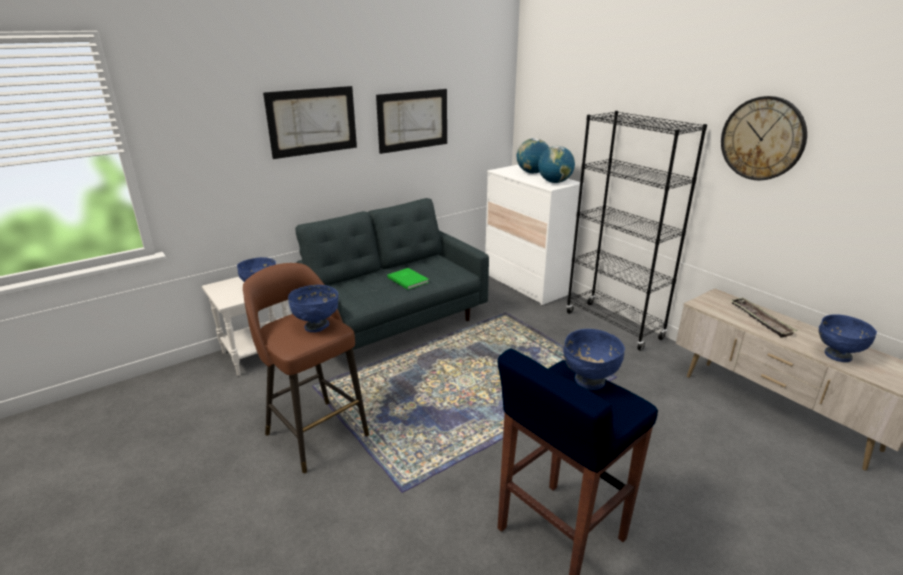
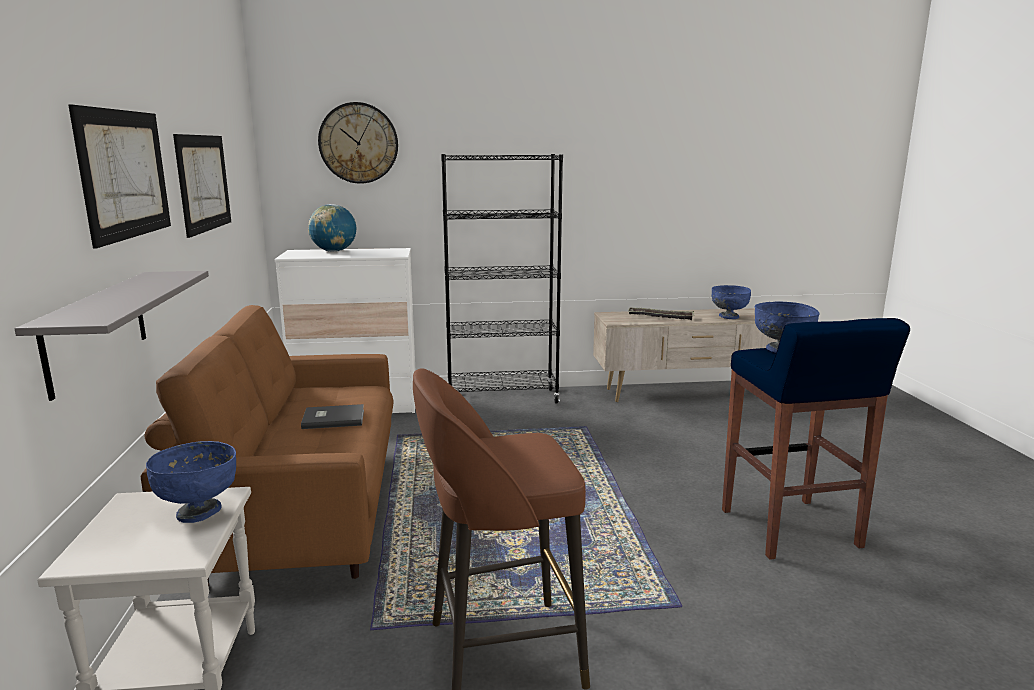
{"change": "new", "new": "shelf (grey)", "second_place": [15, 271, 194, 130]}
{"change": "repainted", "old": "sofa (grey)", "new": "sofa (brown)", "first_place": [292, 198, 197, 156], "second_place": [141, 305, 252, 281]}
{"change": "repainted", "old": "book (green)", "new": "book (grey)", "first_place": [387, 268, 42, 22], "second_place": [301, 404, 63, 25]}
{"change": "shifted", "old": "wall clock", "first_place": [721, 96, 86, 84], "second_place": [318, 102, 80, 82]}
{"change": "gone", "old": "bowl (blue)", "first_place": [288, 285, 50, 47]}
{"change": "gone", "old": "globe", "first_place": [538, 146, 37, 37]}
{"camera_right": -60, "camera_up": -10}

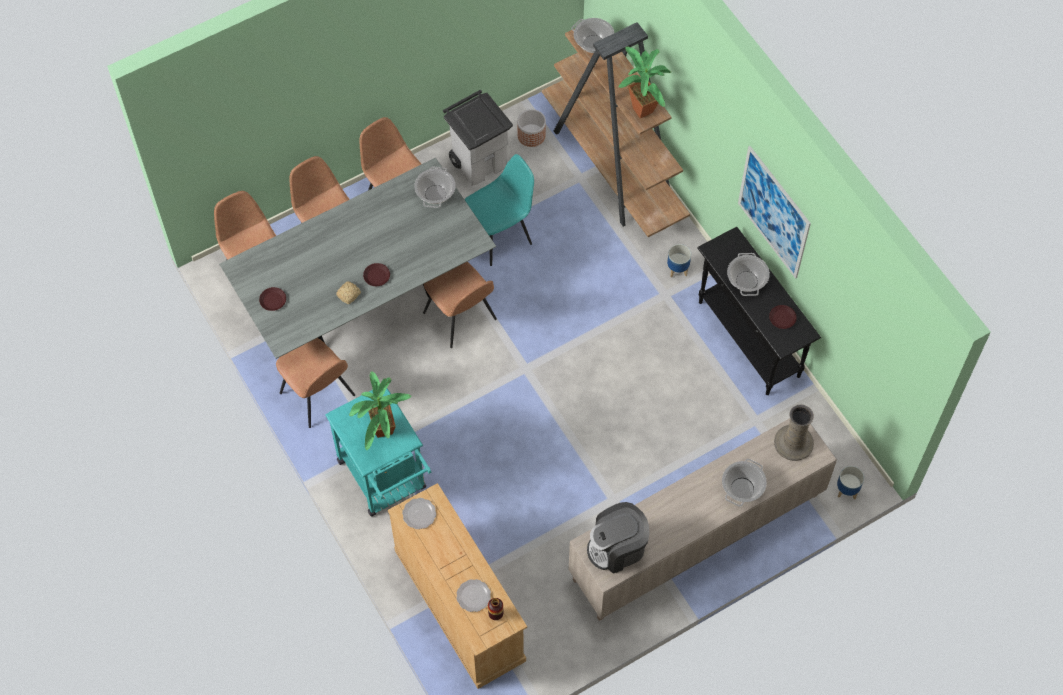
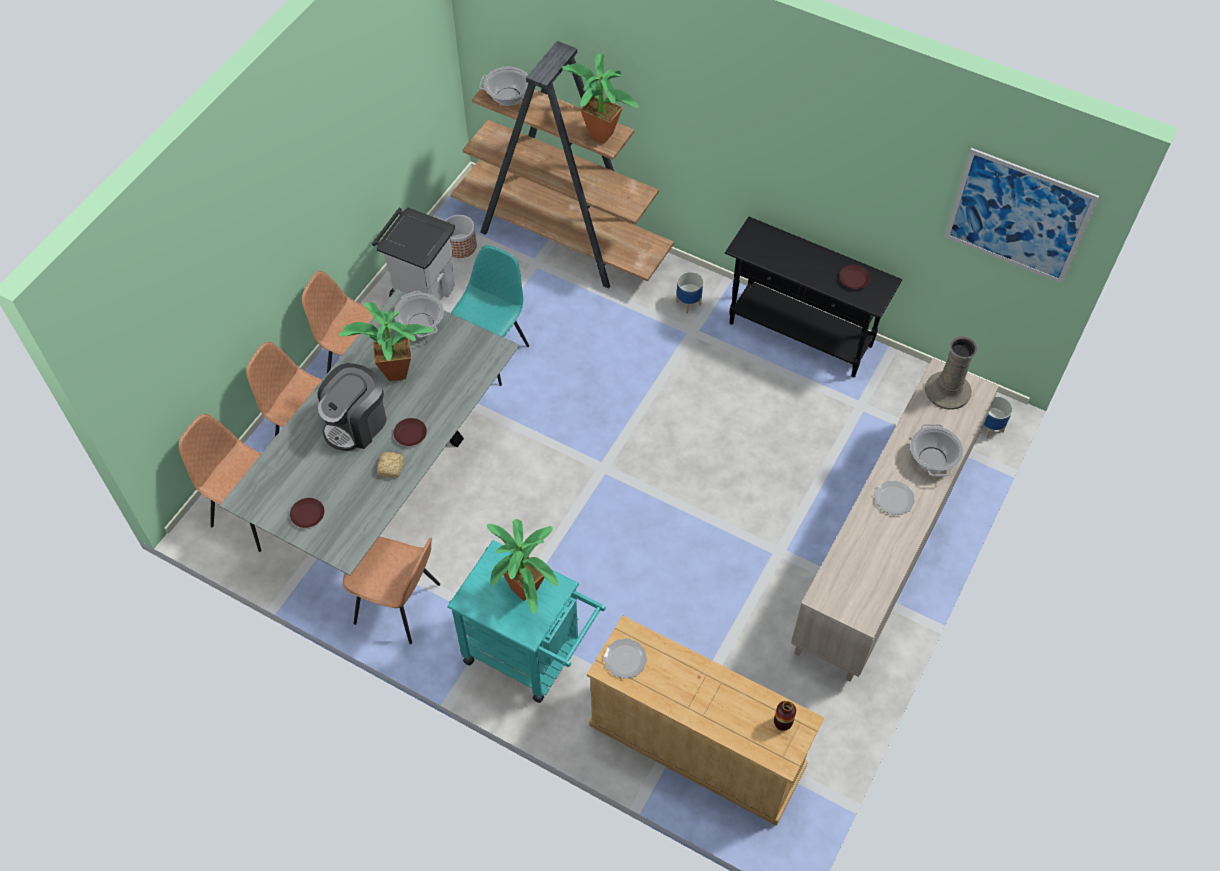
{"change": "shifted", "old": "coffee machine", "first_place": [587, 502, 62, 72], "second_place": [318, 363, 69, 88]}
{"change": "new", "new": "potted plant", "second_place": [339, 302, 95, 79]}
{"change": "shifted", "old": "plate", "first_place": [457, 579, 34, 33], "second_place": [874, 481, 41, 34]}
{"change": "shifted", "old": "picture", "first_place": [738, 146, 73, 133], "second_place": [944, 148, 155, 136]}
{"change": "gone", "old": "chair (brown)", "first_place": [423, 262, 74, 86]}
{"change": "gone", "old": "cooking pot", "first_place": [727, 253, 43, 43]}
{"camera_right": -30, "camera_up": -5}

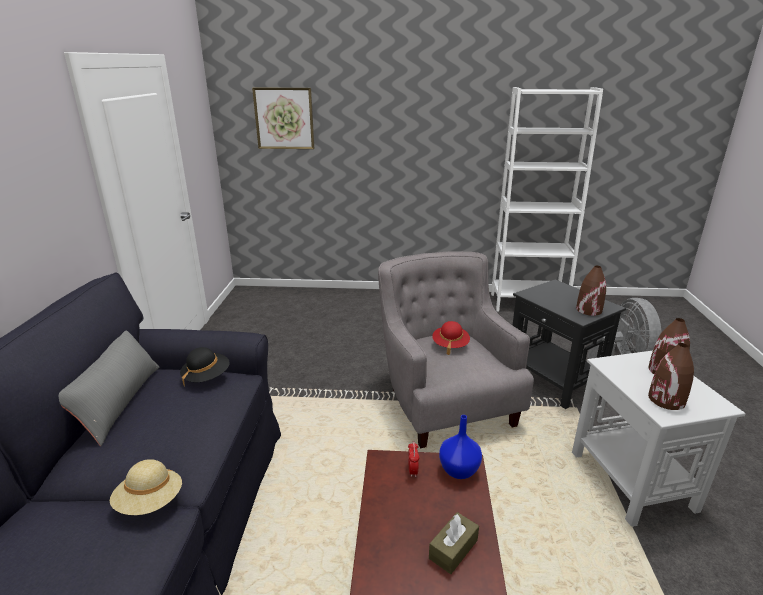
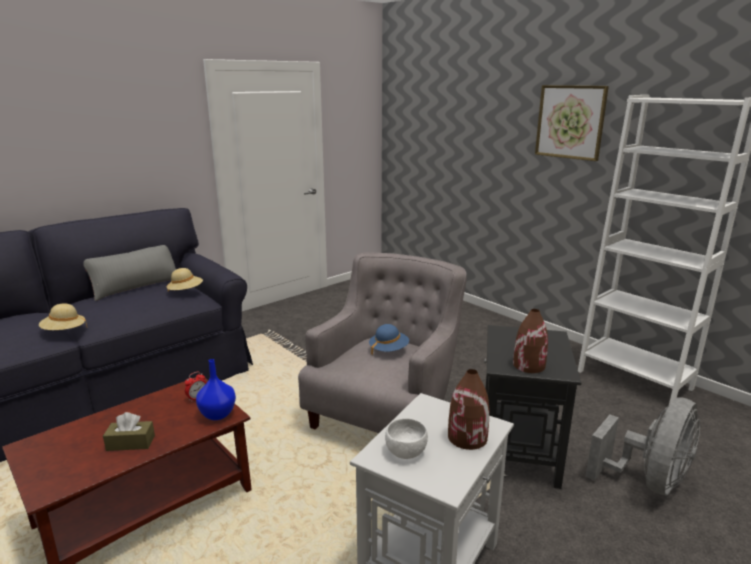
{"change": "repainted", "old": "hat (black)", "new": "hat (beige)", "first_place": [180, 347, 50, 39], "second_place": [167, 268, 36, 24]}
{"change": "repainted", "old": "hat (red)", "new": "hat (blue)", "first_place": [432, 321, 38, 34], "second_place": [369, 324, 40, 30]}
{"change": "swapped", "old": "vase (brown)", "new": "bowl (white)", "first_place": [648, 343, 46, 67], "second_place": [385, 418, 43, 41]}
{"change": "shifted", "old": "picture", "first_place": [252, 88, 62, 61], "second_place": [535, 85, 74, 76]}
{"camera_right": 45, "camera_up": -5}

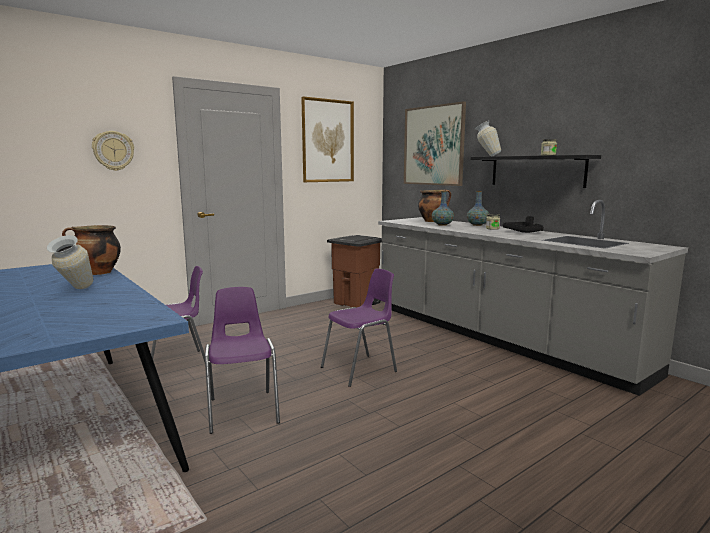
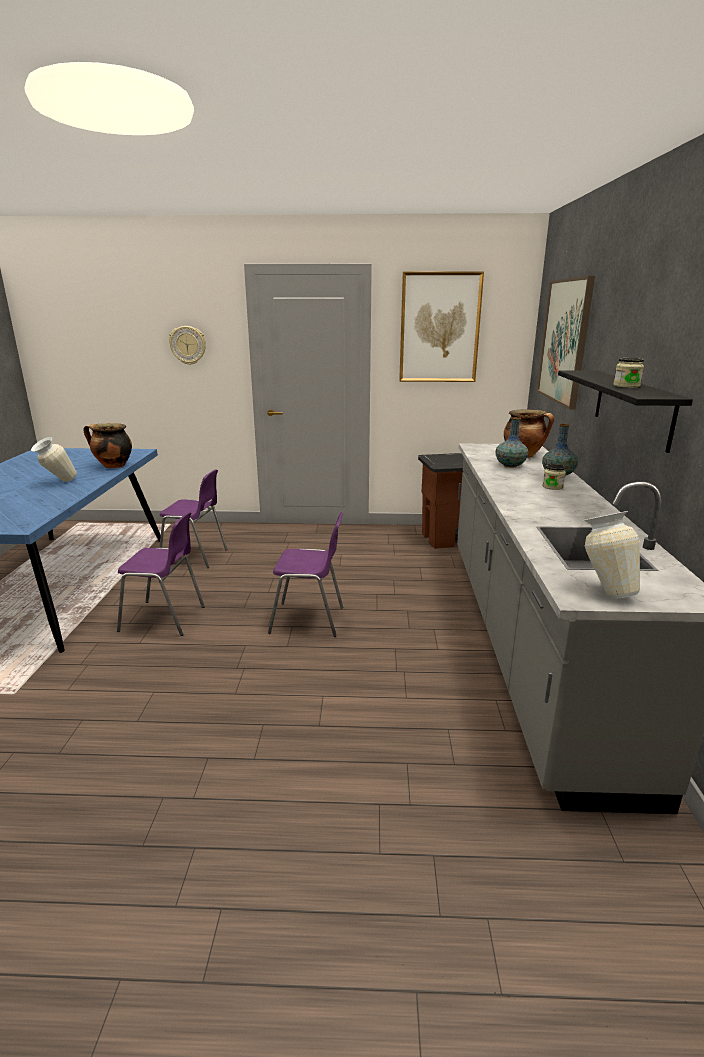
{"change": "rotated", "old": "chair (purple)", "first_place": [205, 287, 75, 147], "second_place": [117, 512, 88, 124], "degrees": 75}
{"change": "shifted", "old": "vase", "first_place": [474, 121, 27, 35], "second_place": [583, 511, 57, 88]}
{"change": "gone", "old": "tray (black)", "first_place": [503, 216, 41, 17]}
{"camera_right": 40, "camera_up": 10}

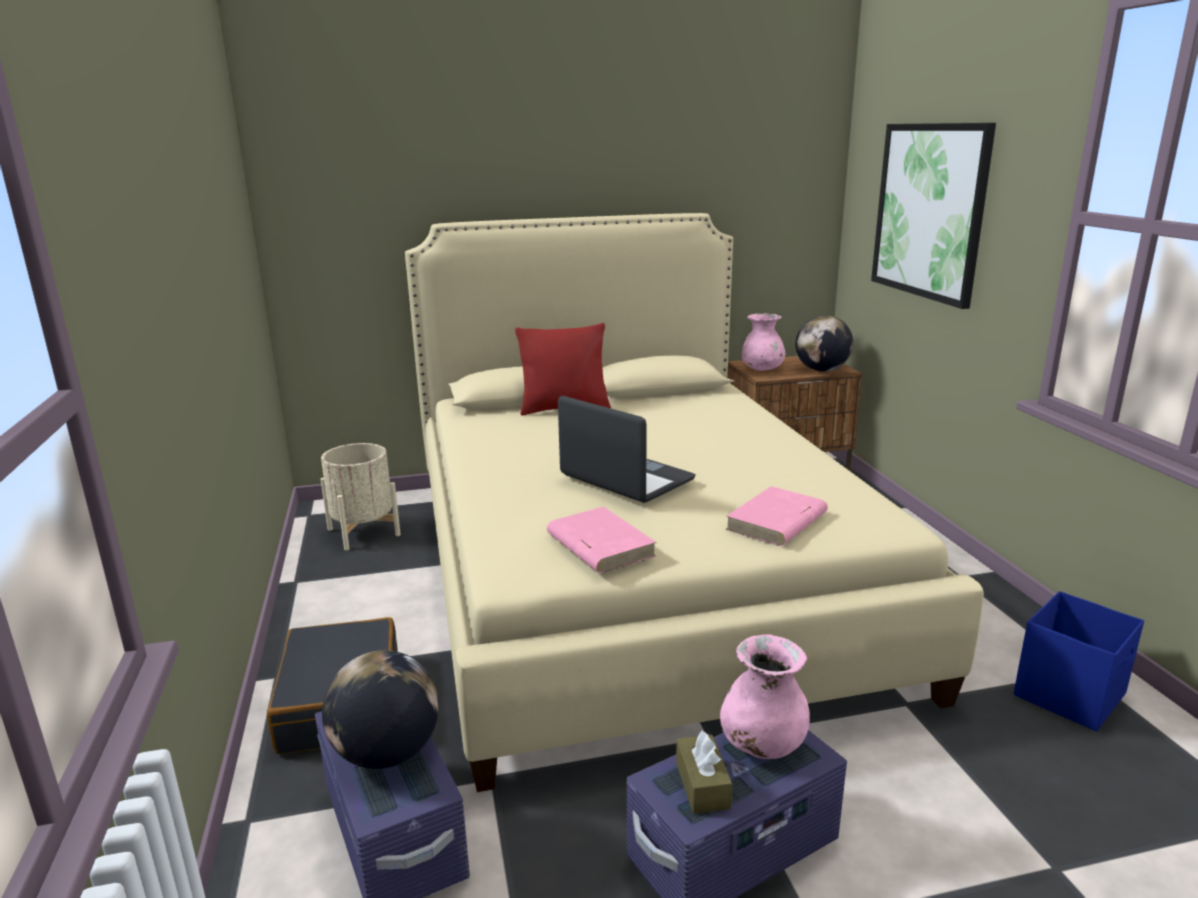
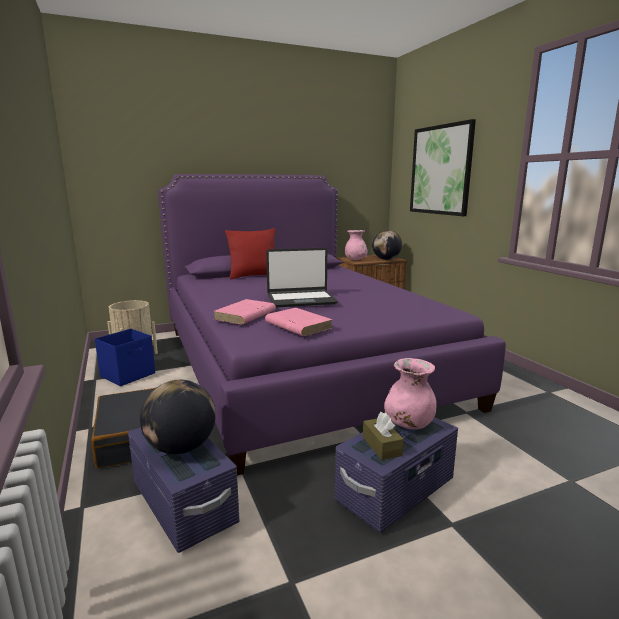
{"change": "shifted", "old": "storage box (blue)", "first_place": [1014, 591, 130, 140], "second_place": [95, 329, 60, 57]}
{"change": "repainted", "old": "bed (beige)", "new": "bed (purple)", "first_place": [405, 213, 579, 579], "second_place": [158, 174, 348, 302]}
{"change": "shifted", "old": "book (pink)", "first_place": [726, 486, 102, 60], "second_place": [213, 299, 63, 26]}
{"change": "rotated", "old": "laptop", "first_place": [558, 396, 138, 107], "second_place": [266, 248, 72, 59], "degrees": 135}
{"camera_right": -10, "camera_up": -5}

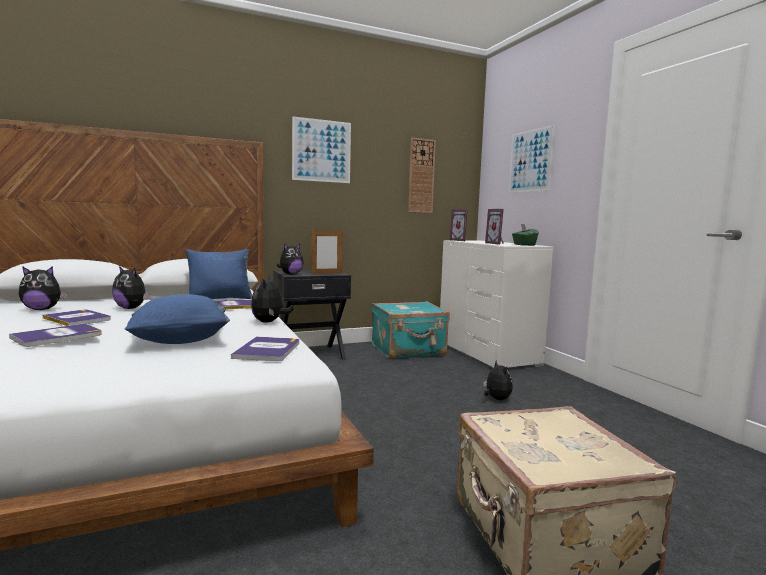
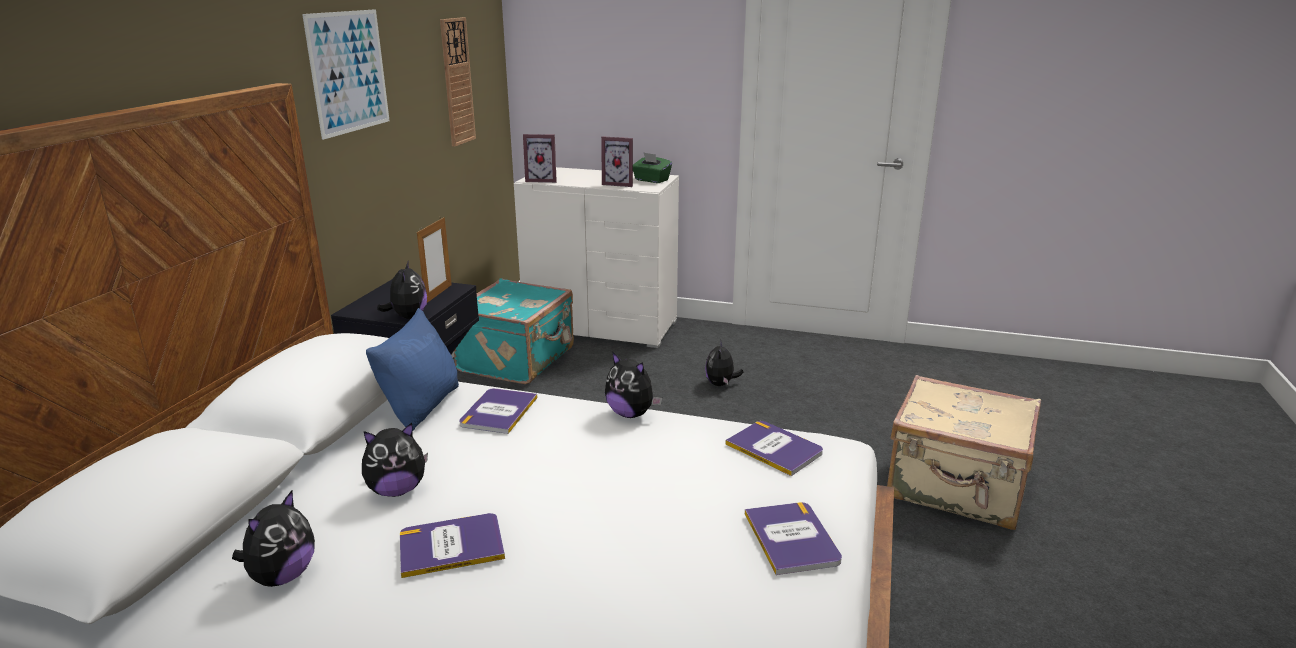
{"change": "rotated", "old": "plush toy", "first_place": [483, 360, 30, 40], "second_place": [705, 339, 38, 47], "degrees": -105}
{"change": "shifted", "old": "book", "first_place": [9, 323, 93, 24], "second_place": [745, 502, 97, 73]}
{"change": "gone", "old": "pillow (blue)", "first_place": [125, 294, 105, 50]}
{"change": "gone", "old": "picture", "first_place": [509, 125, 46, 68]}
{"camera_right": -50, "camera_up": 15}

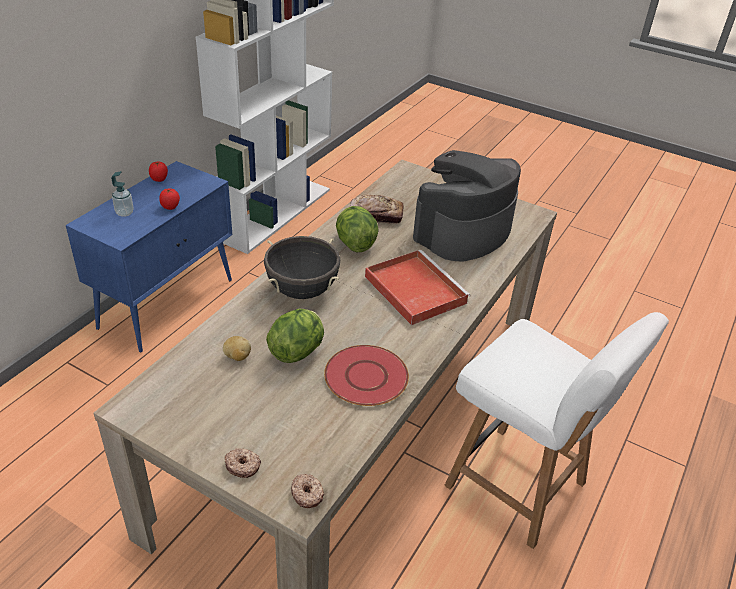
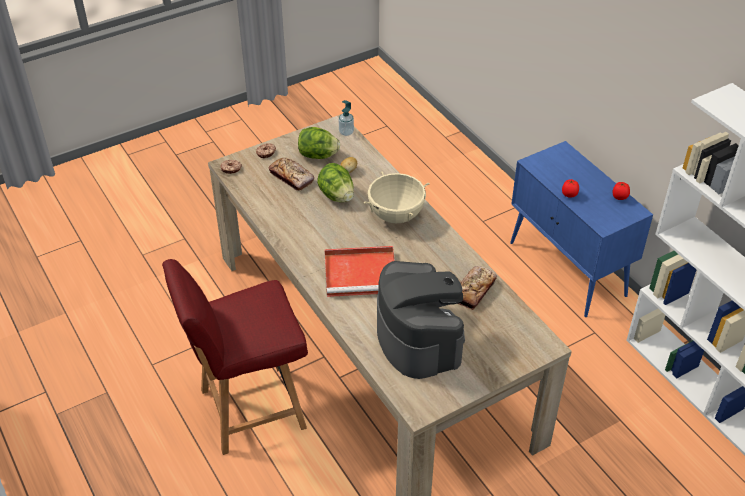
{"change": "repainted", "old": "chair (white)", "new": "chair (red)", "first_place": [445, 312, 224, 237], "second_place": [162, 259, 146, 196]}
{"change": "new", "new": "bread", "second_place": [268, 158, 46, 33]}
{"change": "shifted", "old": "lettuce", "first_place": [336, 206, 43, 46], "second_place": [298, 127, 42, 32]}
{"change": "shifted", "old": "soap dispenser", "first_place": [111, 171, 23, 46], "second_place": [339, 100, 15, 36]}
{"change": "repainted", "old": "cooking pot (black)", "new": "cooking pot (beige)", "first_place": [264, 236, 76, 63], "second_place": [363, 171, 67, 52]}
{"change": "gone", "old": "plate (red)", "first_place": [324, 345, 85, 61]}
{"camera_right": 120, "camera_up": 5}

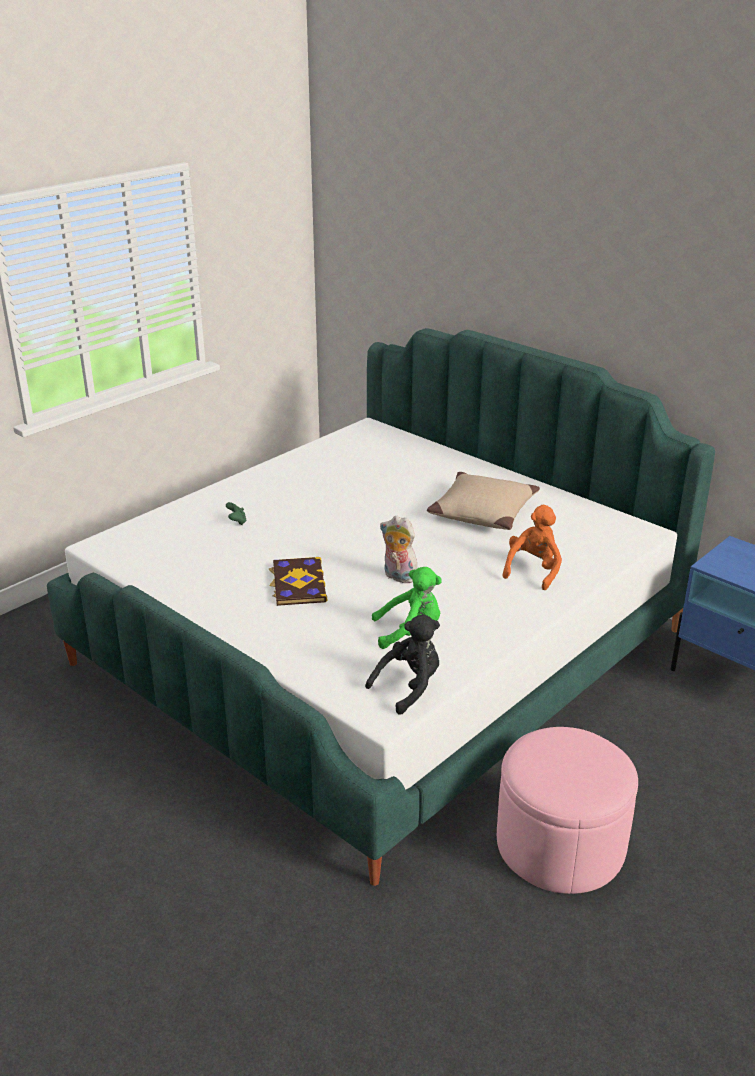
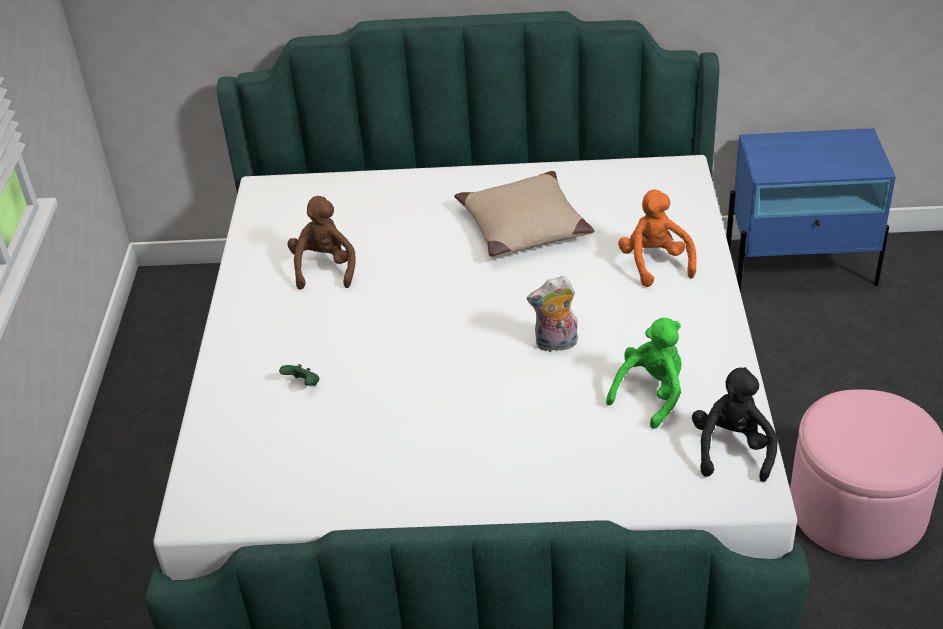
{"change": "new", "new": "plush toy (brown)", "second_place": [287, 196, 69, 94]}
{"change": "gone", "old": "book", "first_place": [269, 557, 58, 49]}
{"camera_right": -40, "camera_up": 10}

